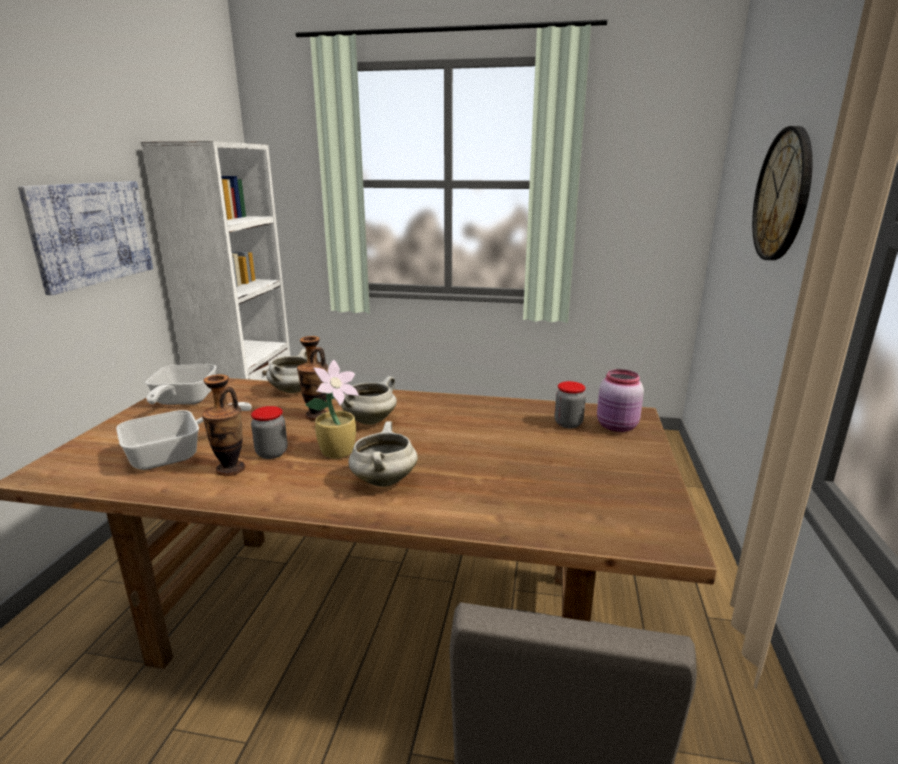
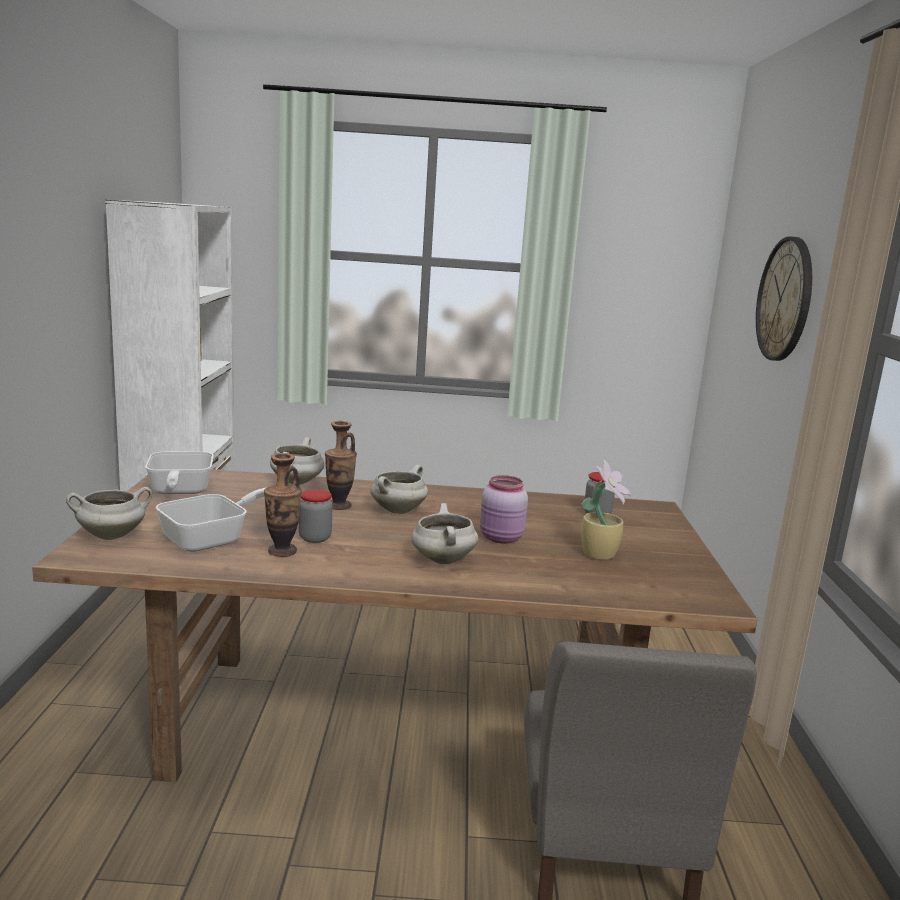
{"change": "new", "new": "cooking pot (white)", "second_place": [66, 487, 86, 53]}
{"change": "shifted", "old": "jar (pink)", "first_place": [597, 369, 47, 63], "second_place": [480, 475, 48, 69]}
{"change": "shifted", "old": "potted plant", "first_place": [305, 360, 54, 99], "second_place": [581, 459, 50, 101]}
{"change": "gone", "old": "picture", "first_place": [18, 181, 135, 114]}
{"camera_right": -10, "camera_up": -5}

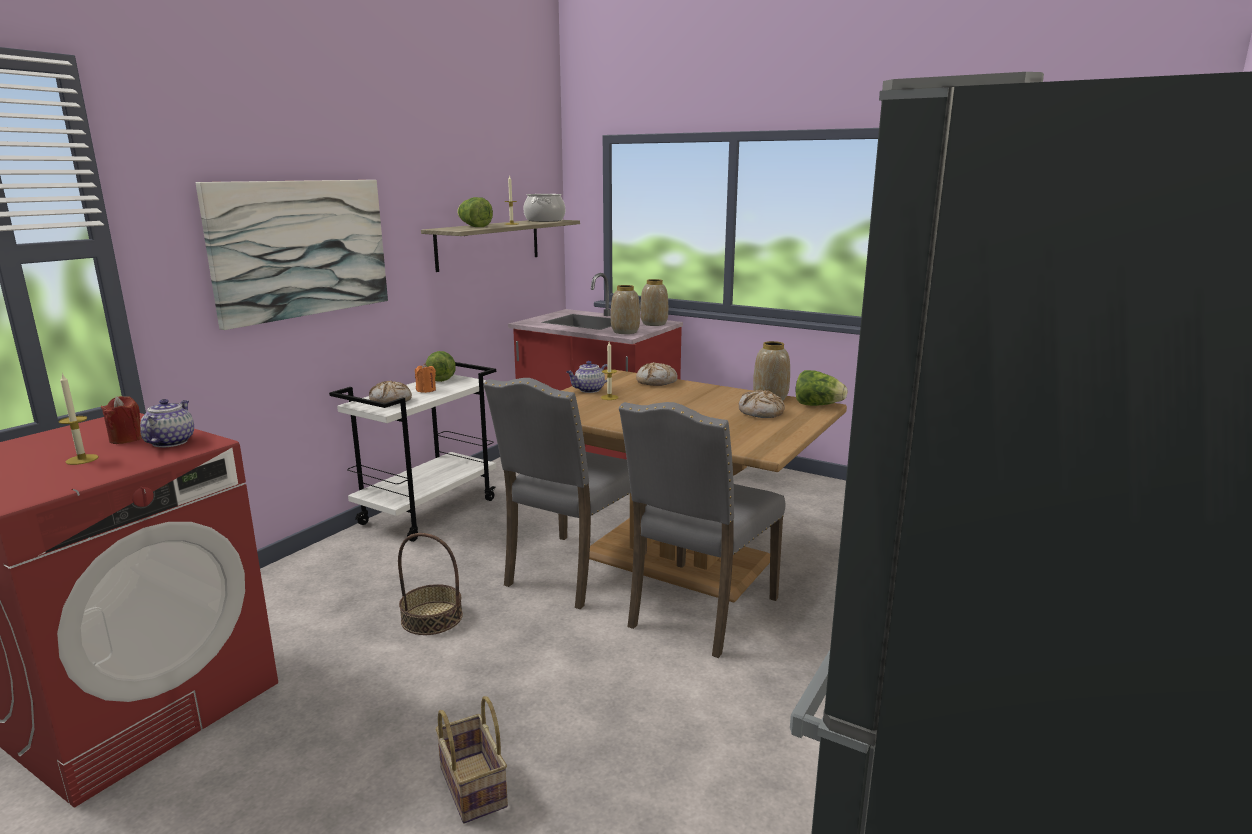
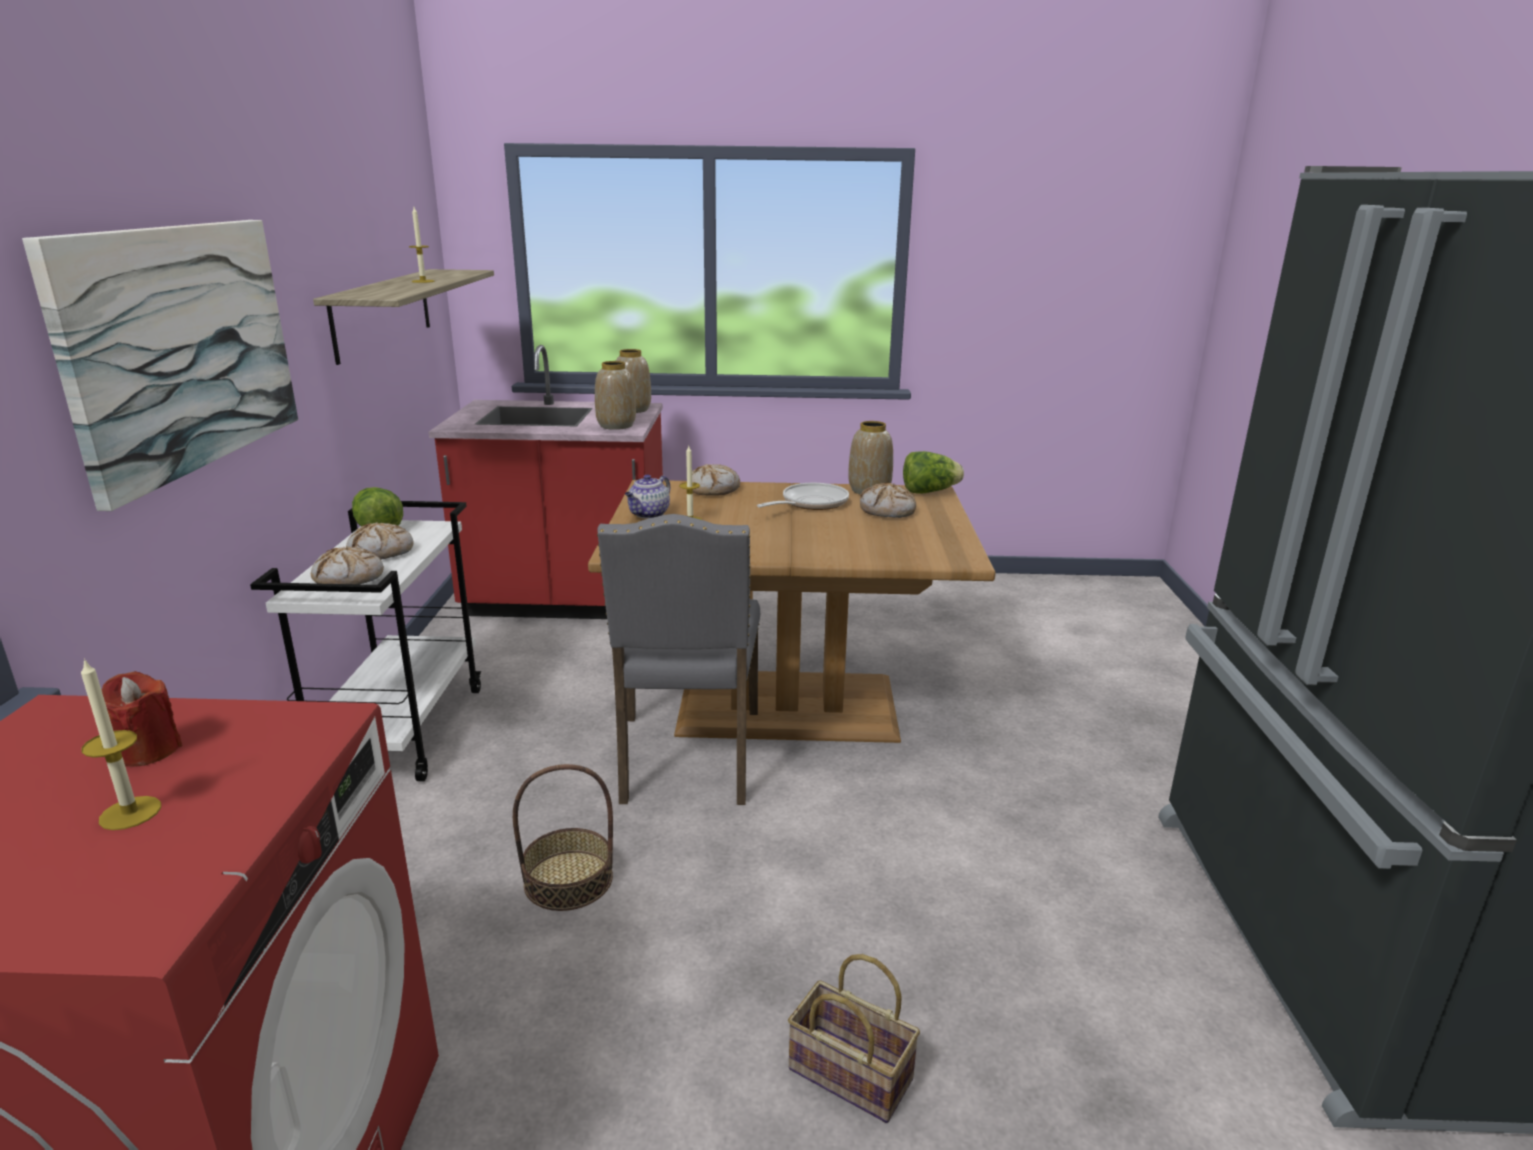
{"change": "swapped", "old": "candle (orange)", "new": "bread", "first_place": [415, 363, 21, 30], "second_place": [346, 522, 68, 38]}
{"change": "new", "new": "frying pan", "second_place": [757, 483, 92, 27]}
{"change": "gone", "old": "teapot", "first_place": [140, 399, 54, 48]}
{"change": "gone", "old": "lettuce", "first_place": [457, 197, 36, 30]}
{"change": "gone", "old": "cooking pot", "first_place": [524, 194, 41, 28]}
{"change": "gone", "old": "chair (grey)", "first_place": [619, 402, 166, 256]}
{"camera_right": -30, "camera_up": 5}

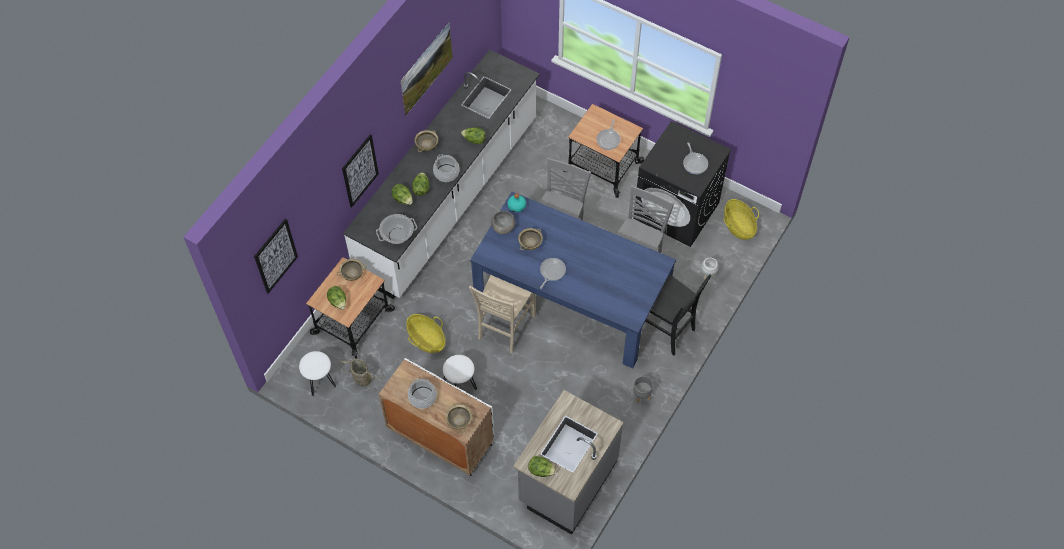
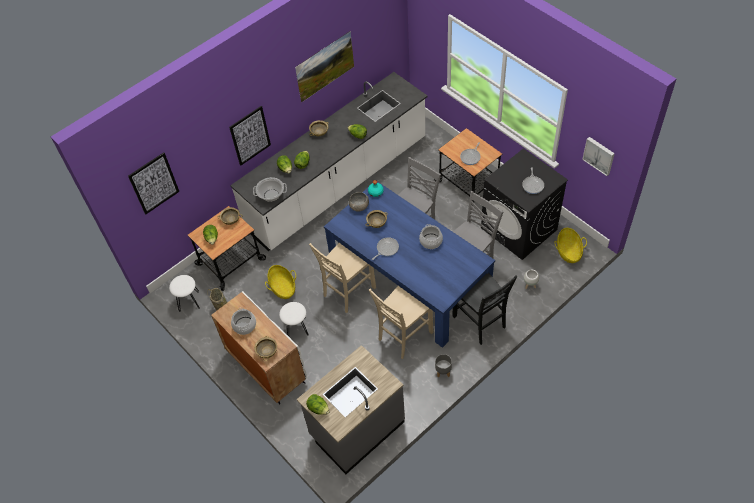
{"change": "new", "new": "chair (beige)", "second_place": [369, 286, 64, 73]}
{"change": "shifted", "old": "cooking pot", "first_place": [433, 154, 26, 28], "second_place": [419, 224, 24, 25]}
{"change": "new", "new": "picture", "second_place": [582, 137, 33, 39]}
{"camera_right": 20, "camera_up": -5}

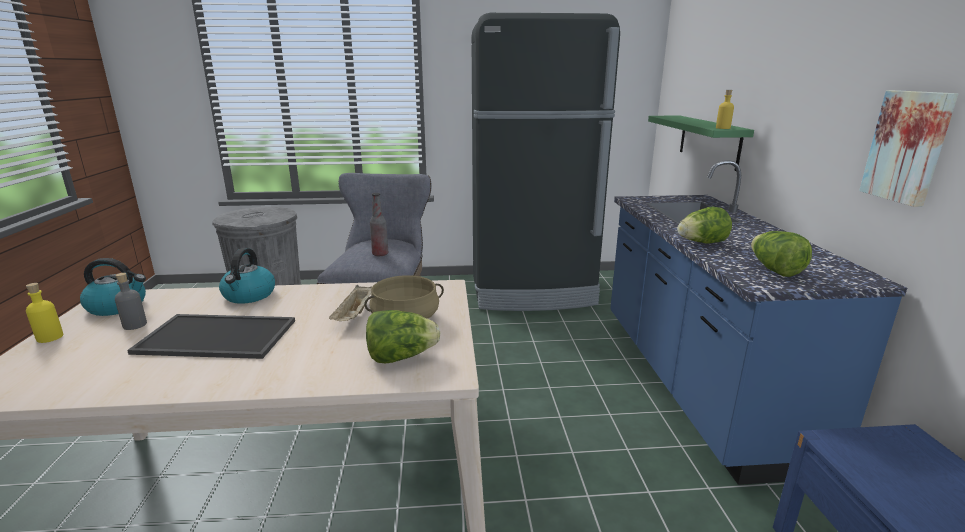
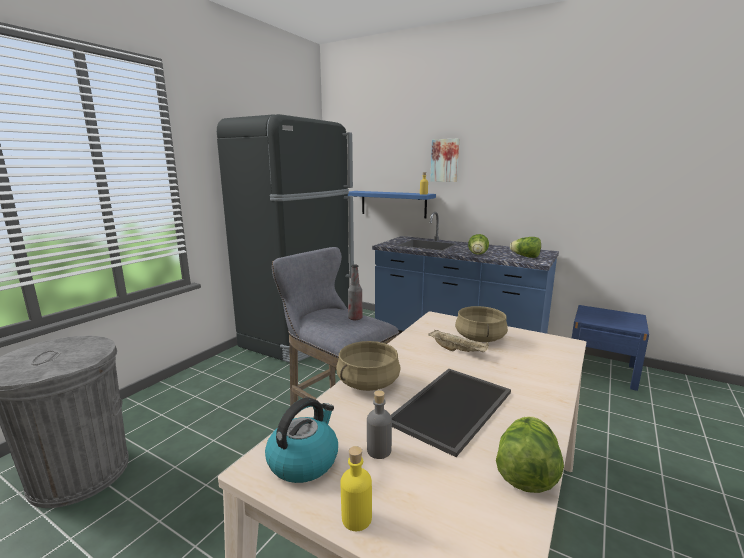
{"change": "swapped", "old": "kettle", "new": "cooking pot (beige)", "first_place": [219, 248, 56, 56], "second_place": [336, 341, 65, 50]}
{"change": "repainted", "old": "shelf (green)", "new": "shelf (blue)", "first_place": [648, 116, 106, 55], "second_place": [348, 191, 88, 27]}
{"change": "shifted", "old": "picture", "first_place": [859, 90, 99, 117], "second_place": [430, 139, 29, 43]}
{"change": "shifted", "old": "lettuce", "first_place": [366, 310, 74, 53], "second_place": [496, 416, 68, 77]}
{"camera_right": -55, "camera_up": -5}

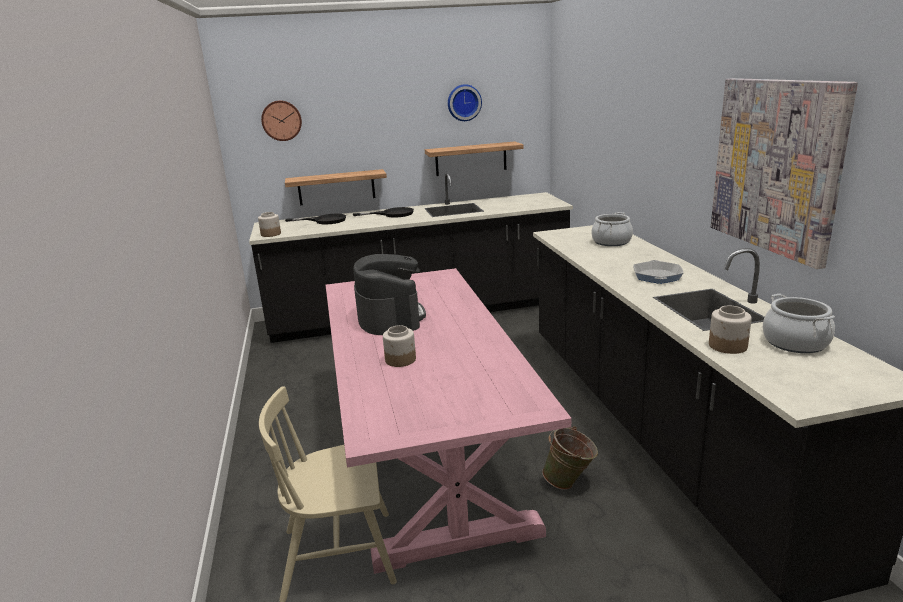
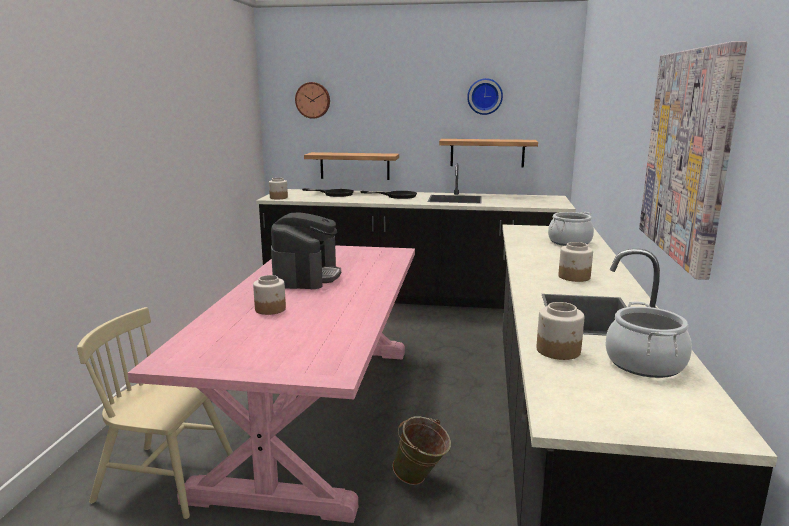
{"change": "swapped", "old": "frying pan", "new": "jar", "first_place": [633, 260, 50, 24], "second_place": [558, 242, 35, 40]}
{"camera_right": 20, "camera_up": -5}

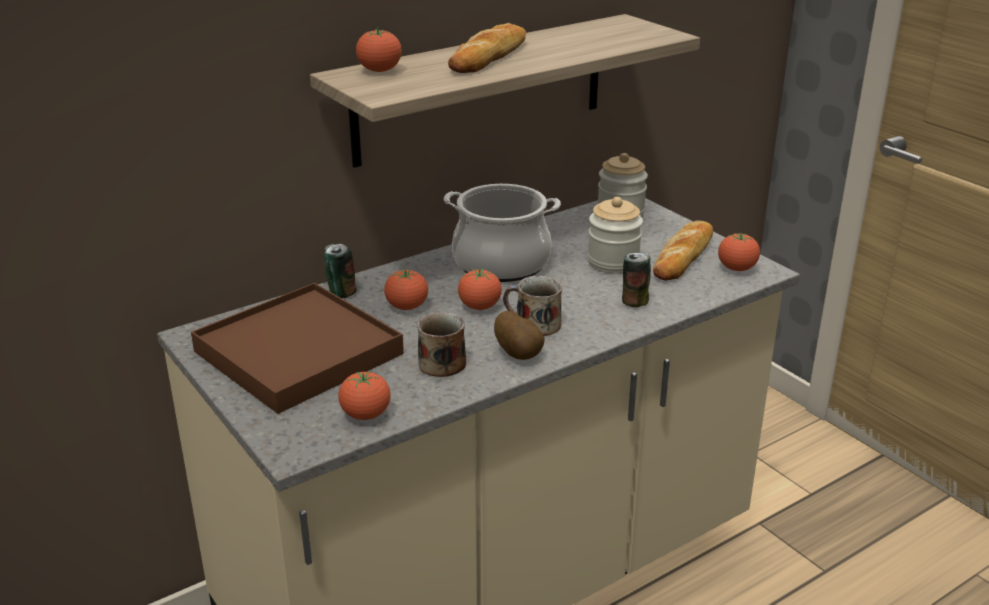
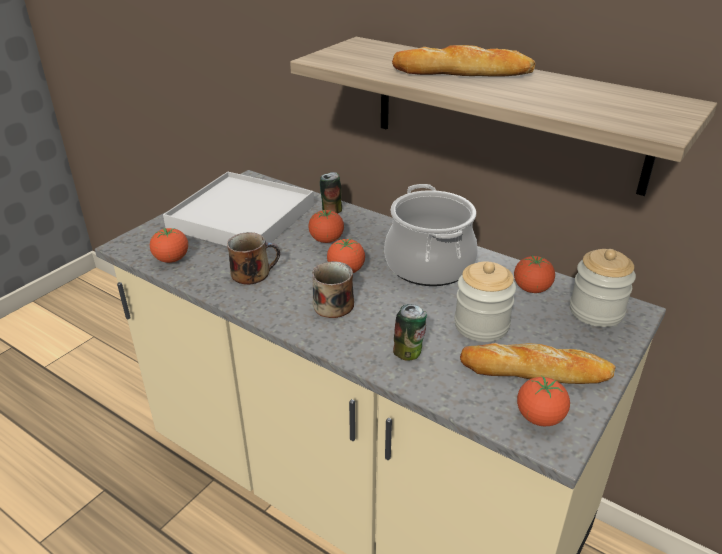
{"change": "repainted", "old": "tray (brown)", "new": "tray (white)", "first_place": [191, 283, 213, 131], "second_place": [163, 172, 151, 74]}
{"change": "shifted", "old": "tomato", "first_place": [356, 27, 46, 45], "second_place": [514, 255, 41, 38]}
{"change": "gone", "old": "potato", "first_place": [494, 311, 51, 49]}
{"camera_right": 70, "camera_up": 5}

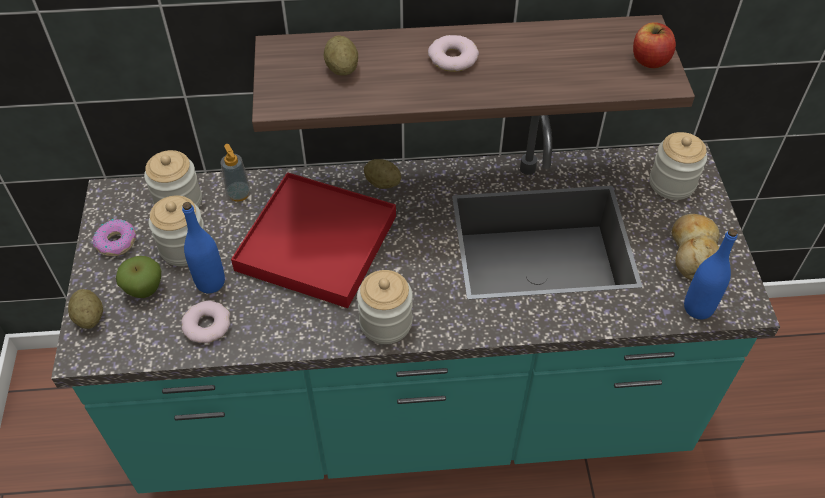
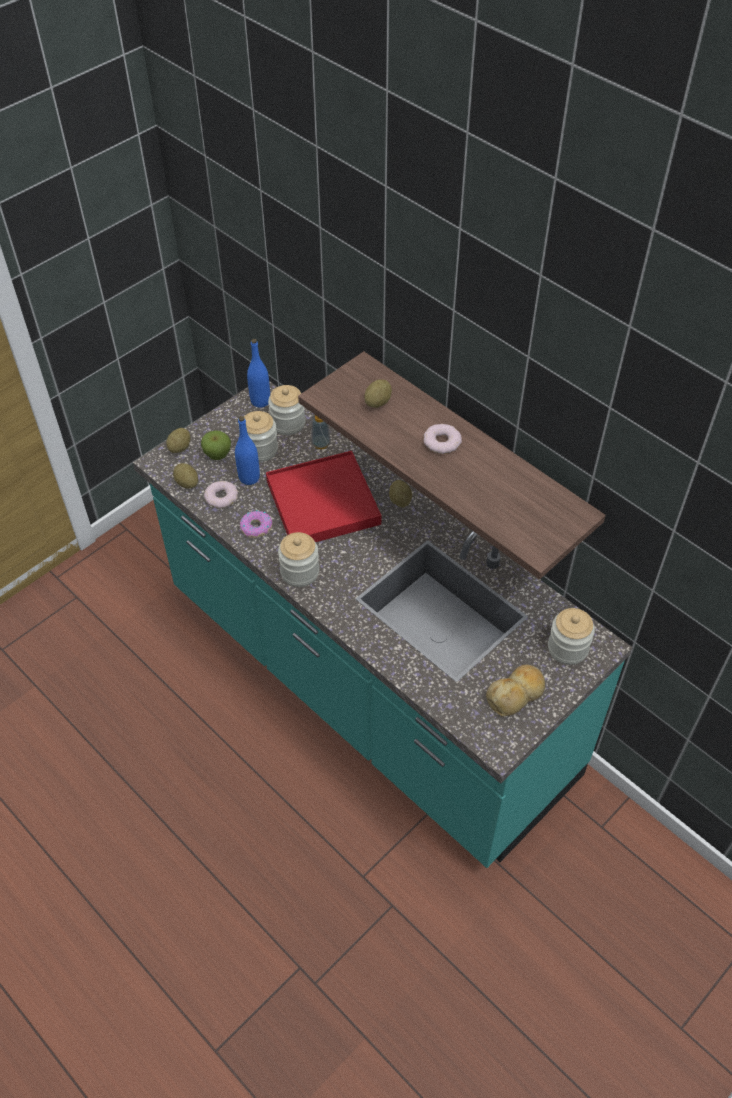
{"change": "new", "new": "potato", "second_place": [173, 463, 25, 26]}
{"change": "shifted", "old": "donut", "first_place": [93, 219, 43, 37], "second_place": [240, 510, 32, 28]}
{"change": "shifted", "old": "bottle (blue)", "first_place": [684, 229, 54, 90], "second_place": [247, 339, 23, 69]}
{"change": "gone", "old": "apple", "first_place": [633, 22, 43, 46]}
{"camera_right": 50, "camera_up": 0}

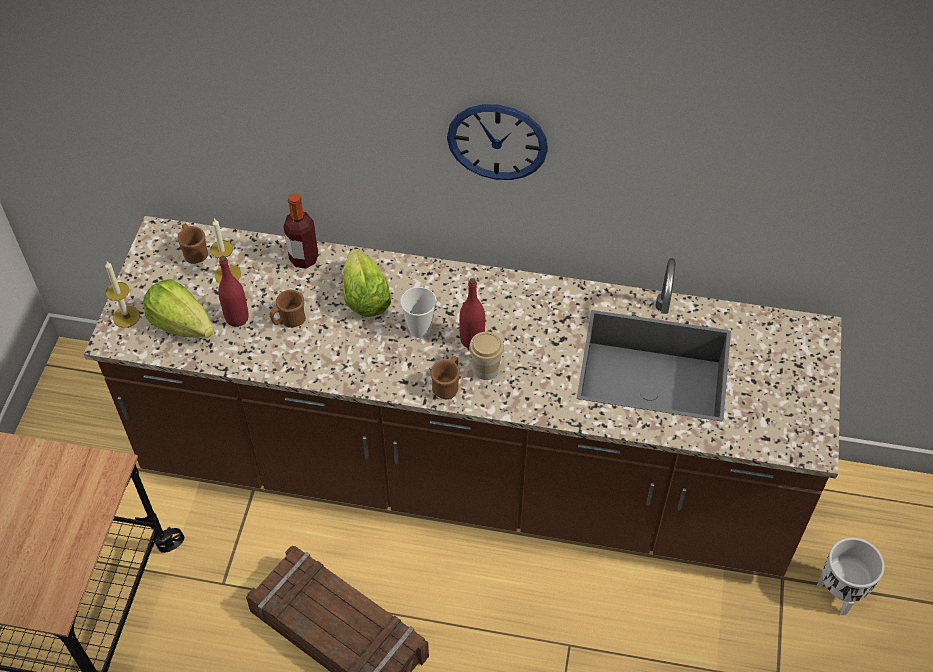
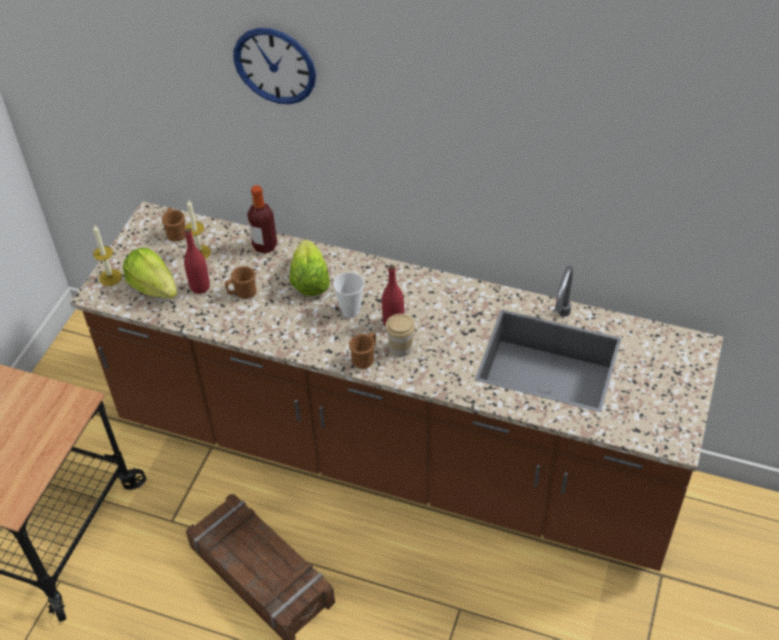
{"change": "shifted", "old": "wall clock", "first_place": [447, 104, 101, 76], "second_place": [233, 28, 83, 76]}
{"change": "gone", "old": "planter (white)", "first_place": [817, 537, 68, 78]}
{"camera_right": 10, "camera_up": -5}

